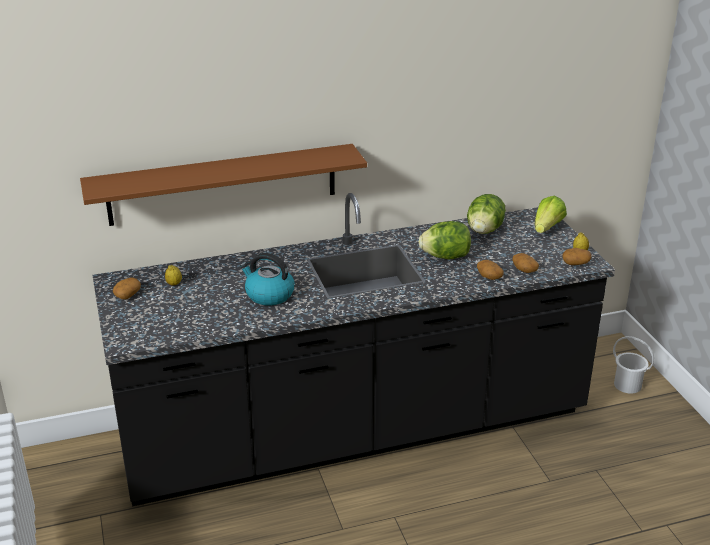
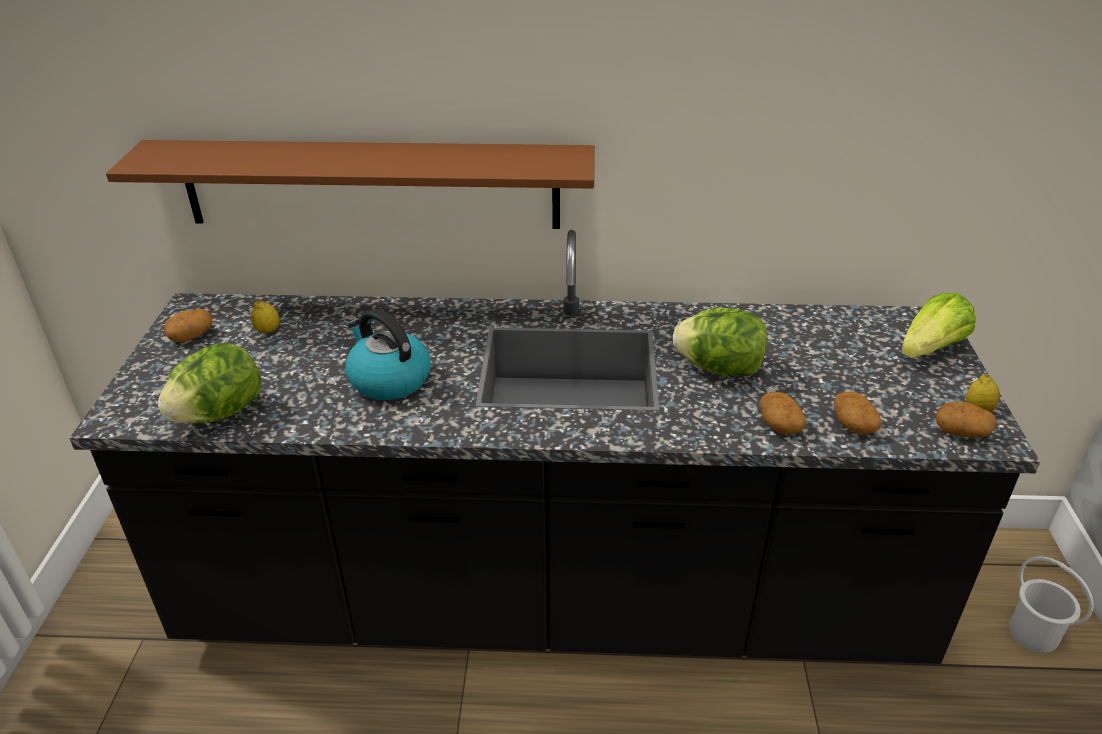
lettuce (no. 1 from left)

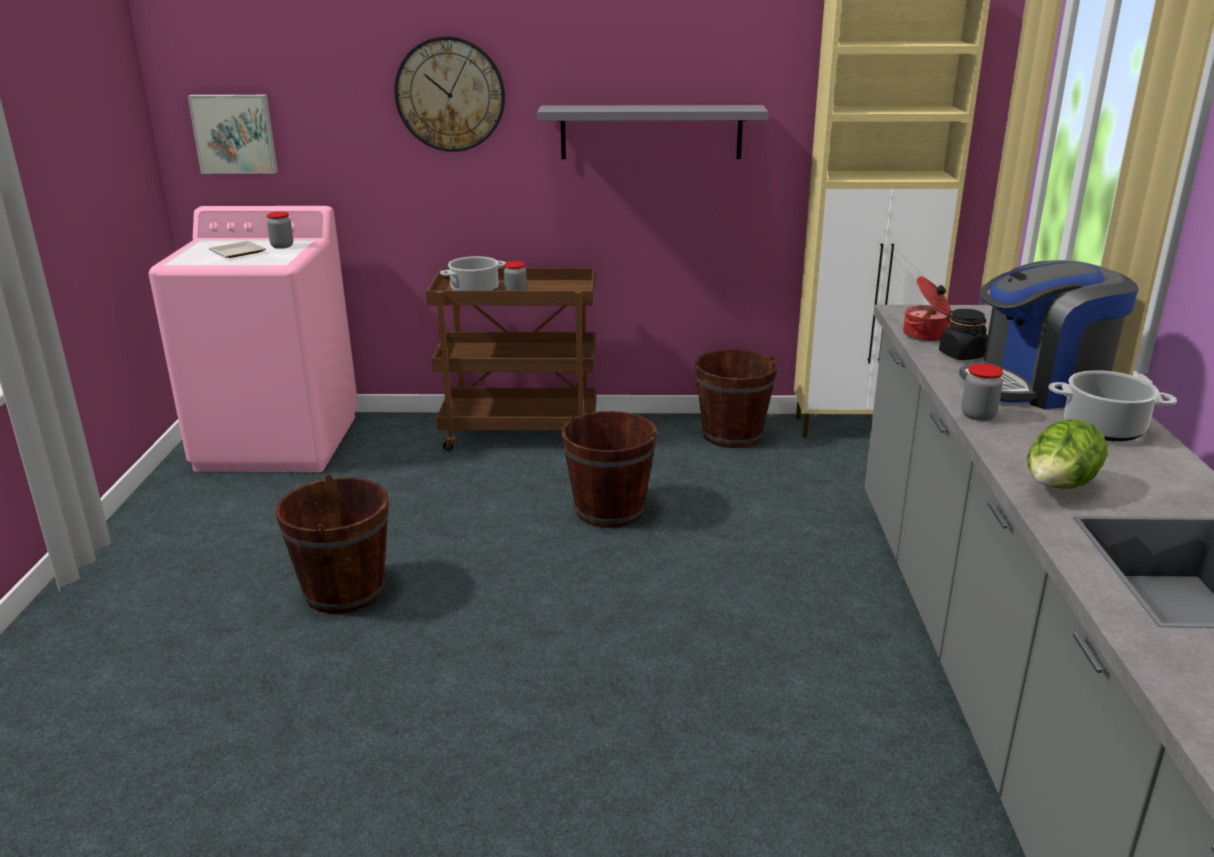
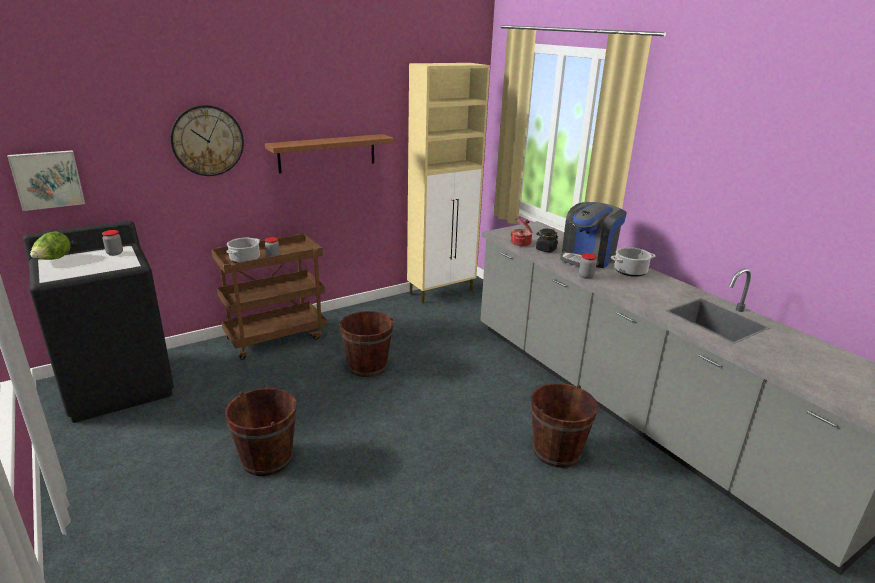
black washing machine; plate; brown shelf; brown bucket (no. 3 from left); lettuce

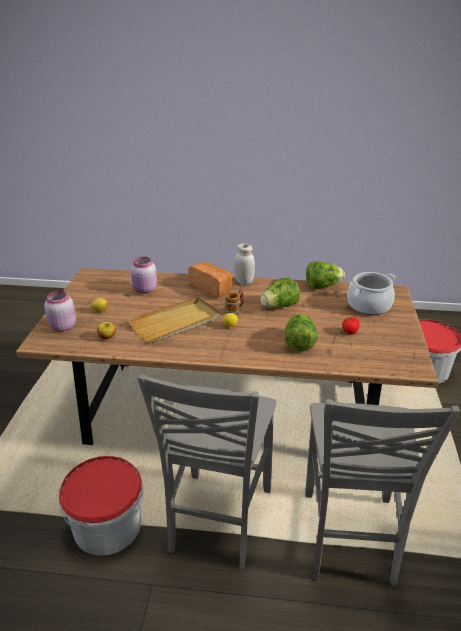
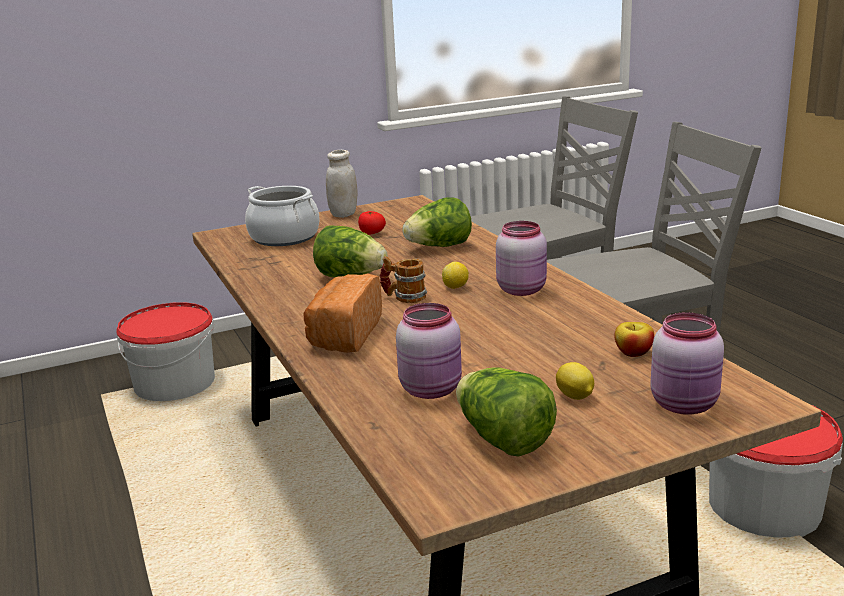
beige tray; white jar; lettuce (no. 3 from left); pink jar (no. 2 from left)

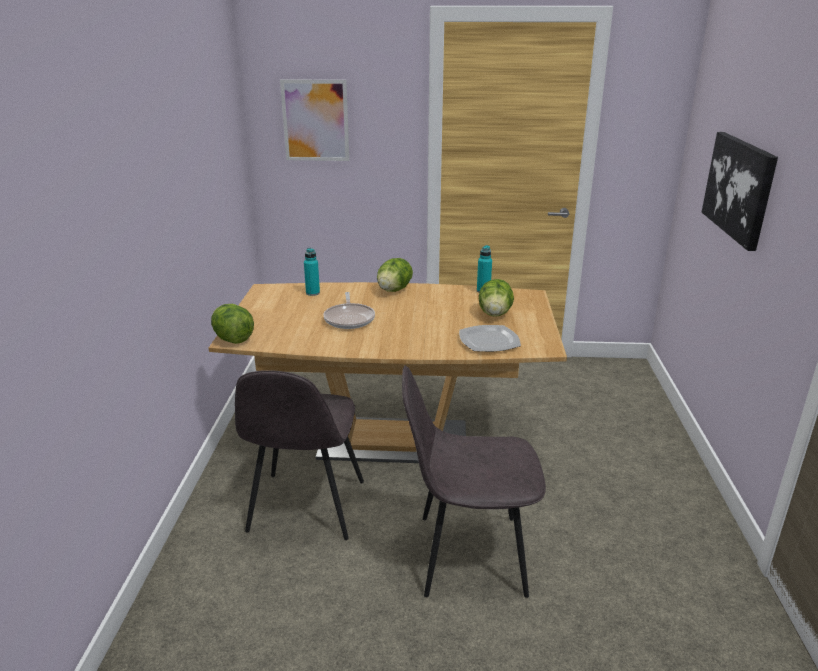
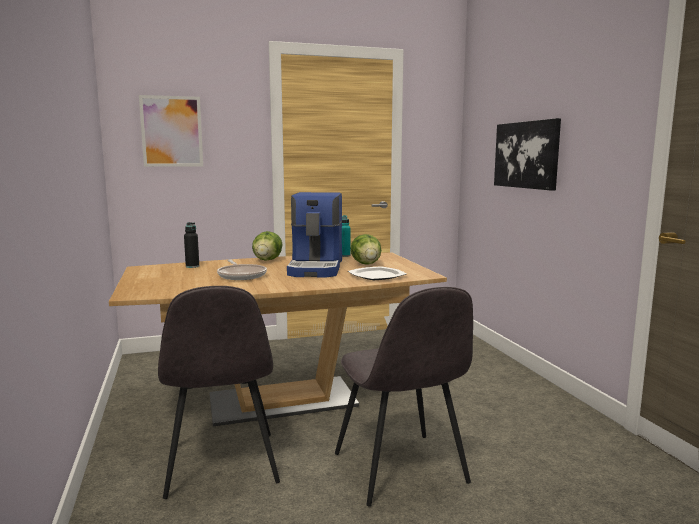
lettuce (no. 1 from left in the first image); black bottle; grey chair (no. 2 from left); coffee machine

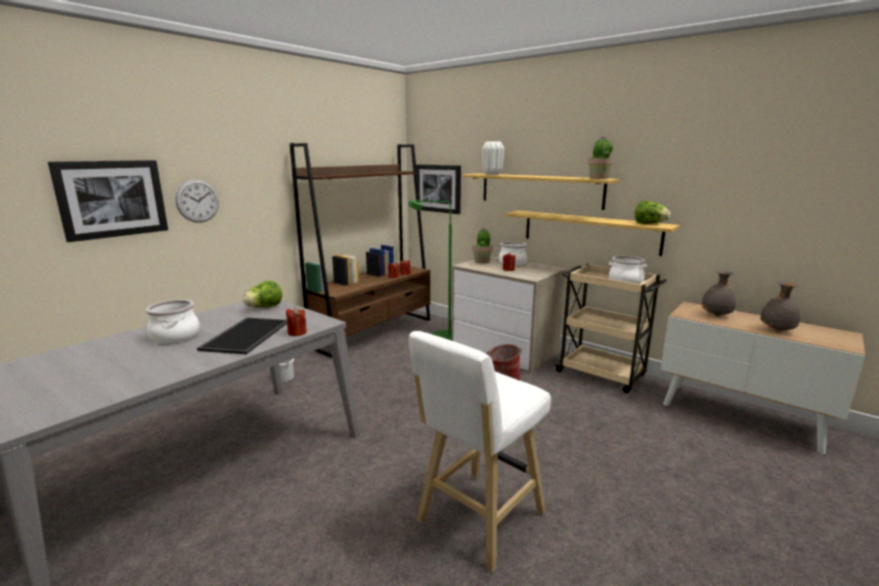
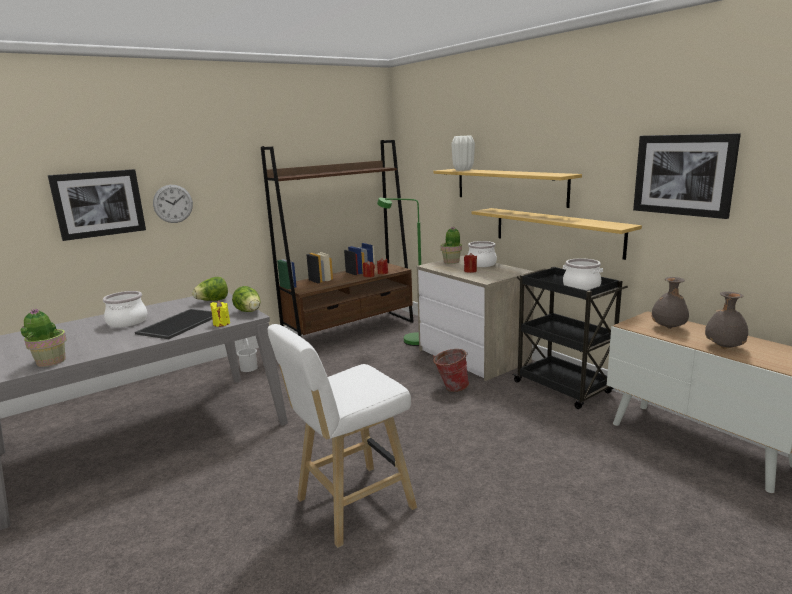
yellow candle; picture (no. 2 from left); black cart; potted plant (no. 1 from left); lettuce (no. 2 from left)

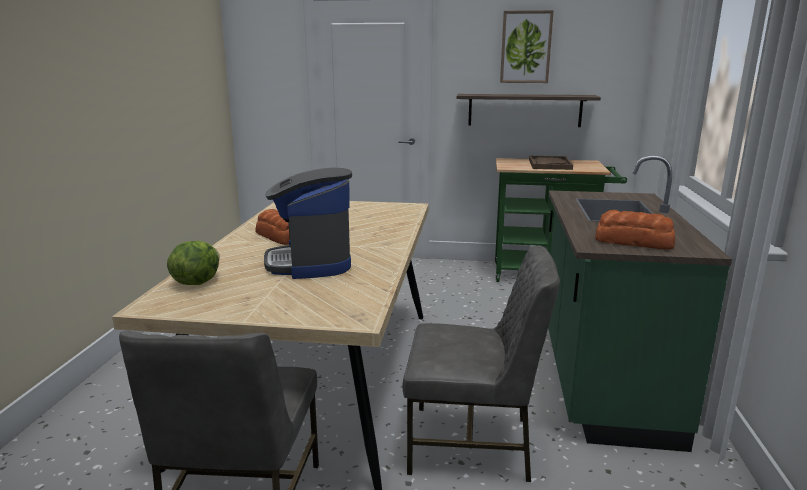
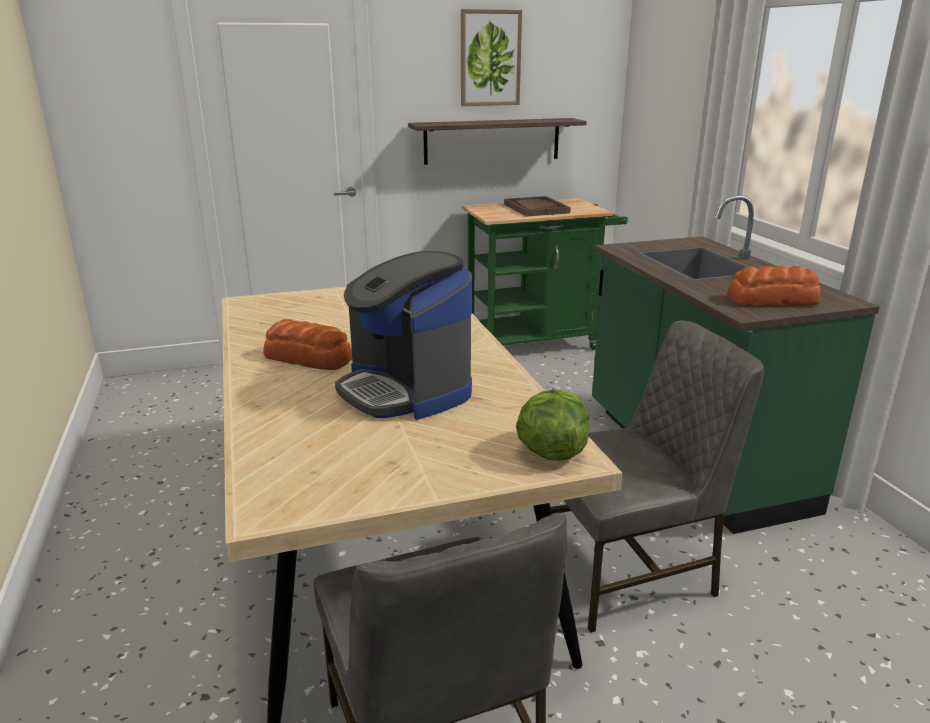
lettuce

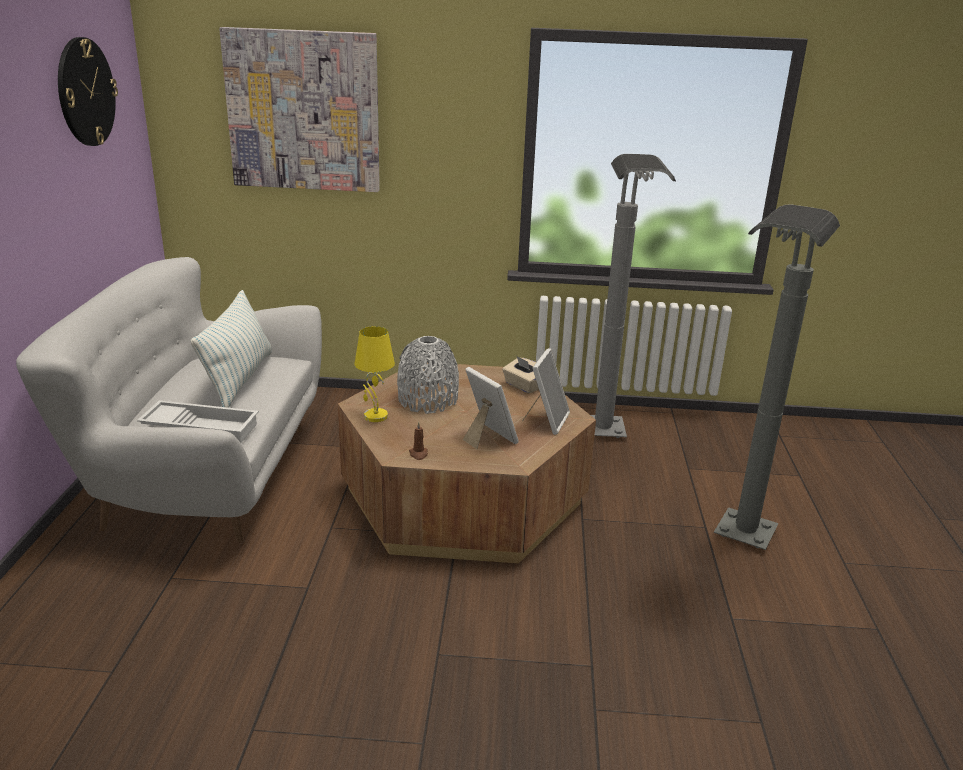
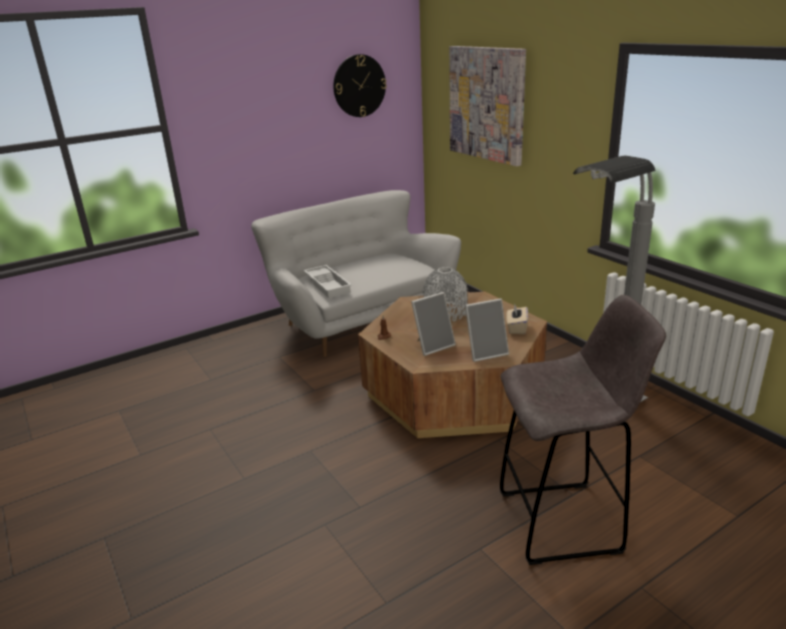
pillow; yellow table lamp; picture frame (no. 1 from left); grey stool

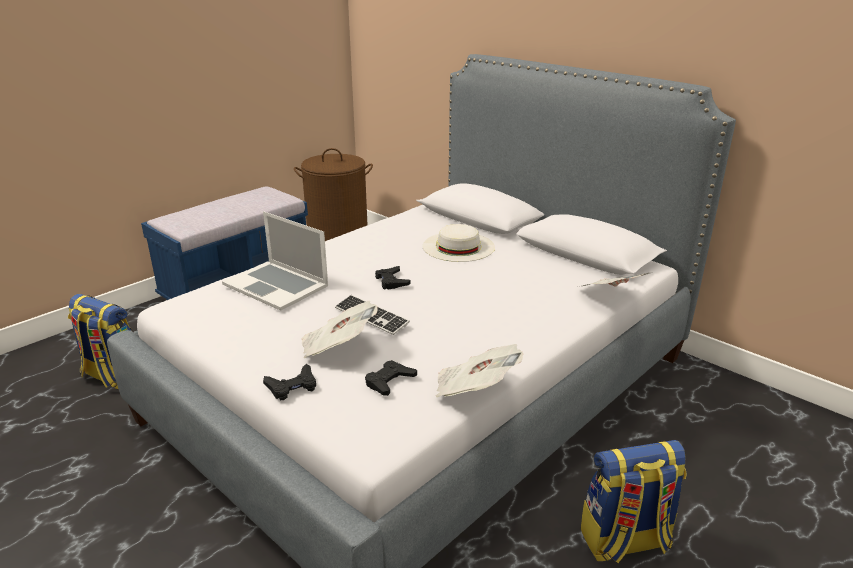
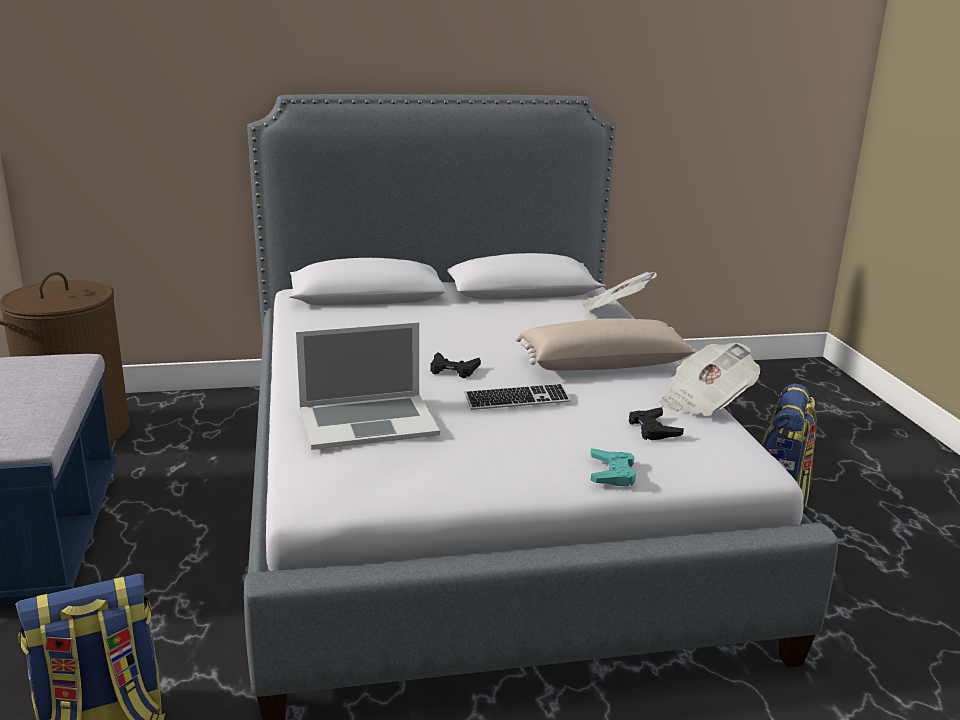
turquoise game controller; newspaper (no. 1 from left in the first image); white hat; beige pillow

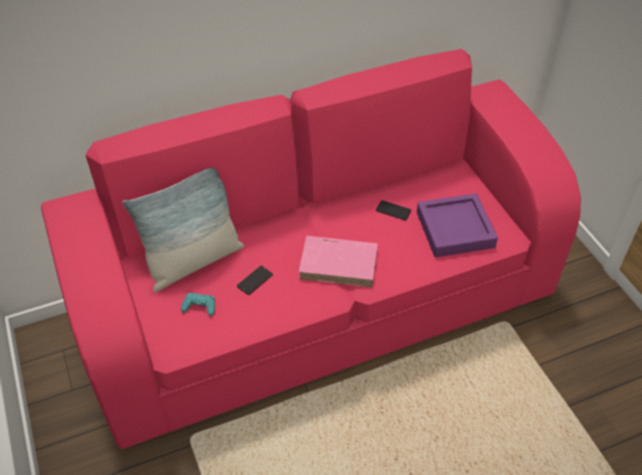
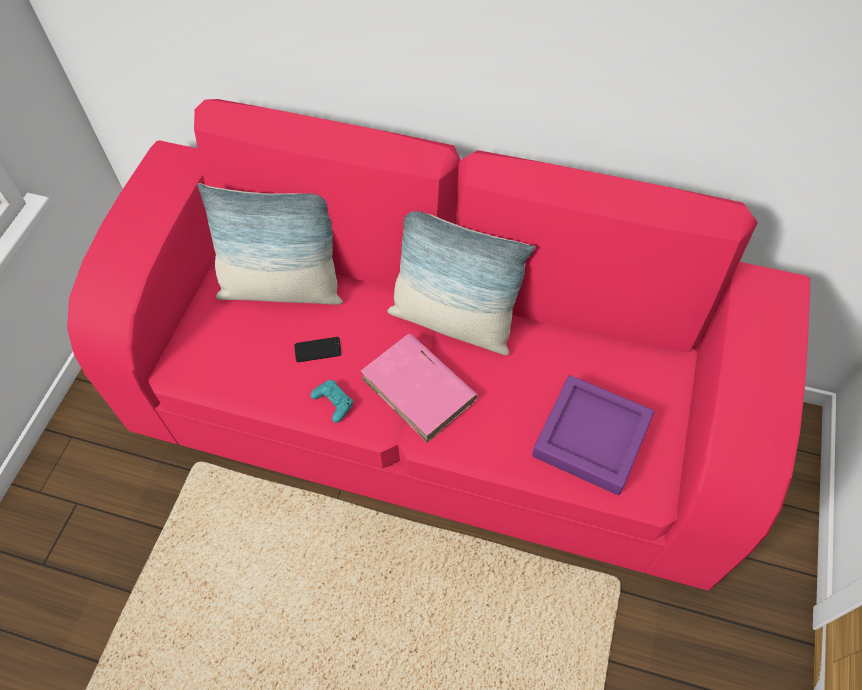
turquoise game controller; phone (no. 2 from left in the first image); pillow (no. 2 from left)

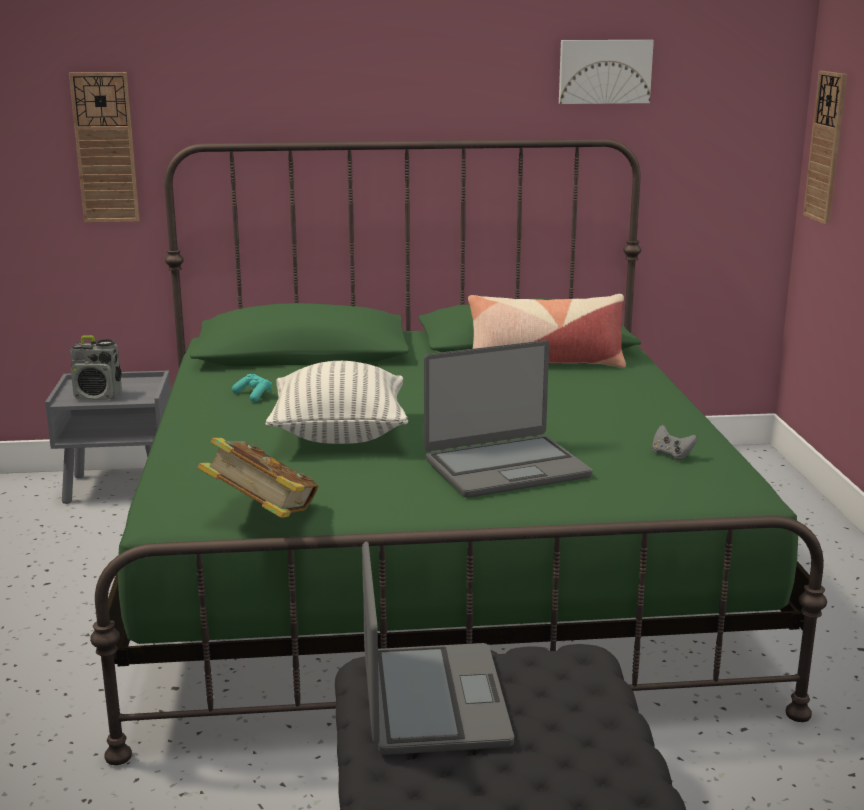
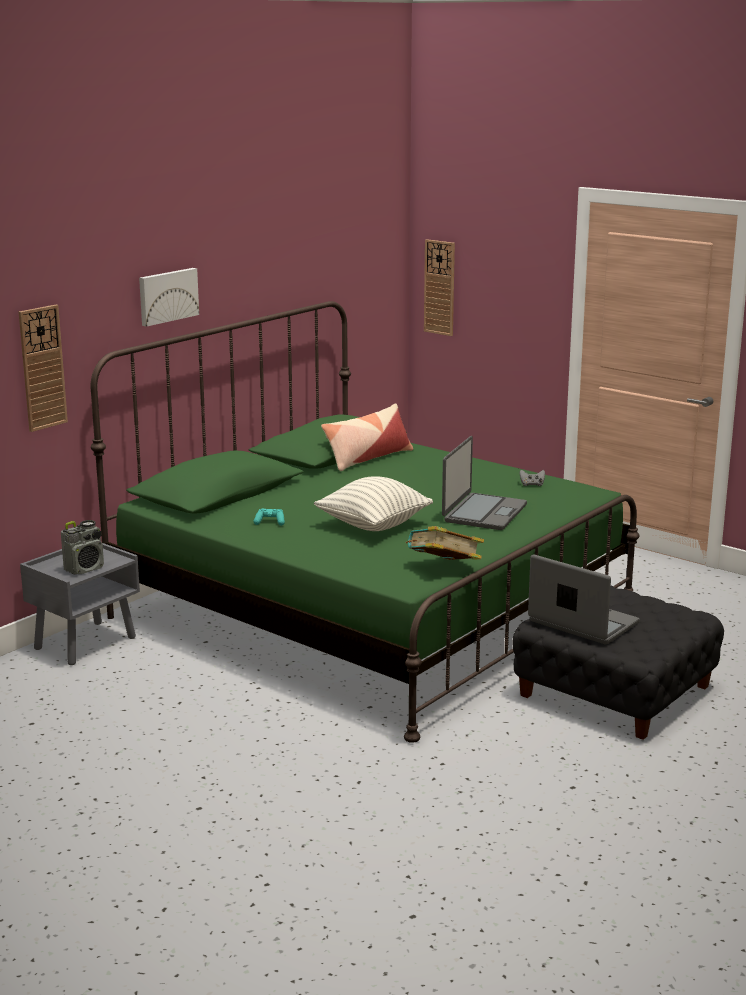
picture

